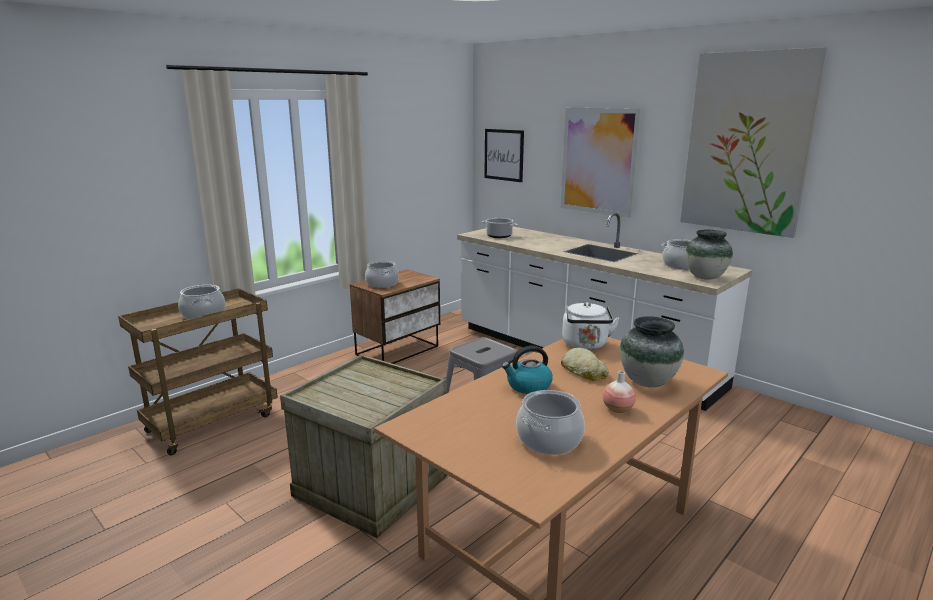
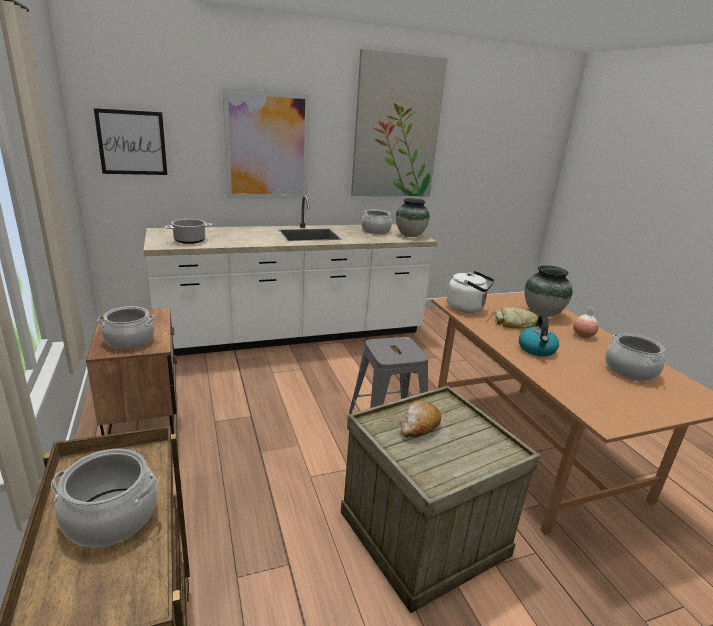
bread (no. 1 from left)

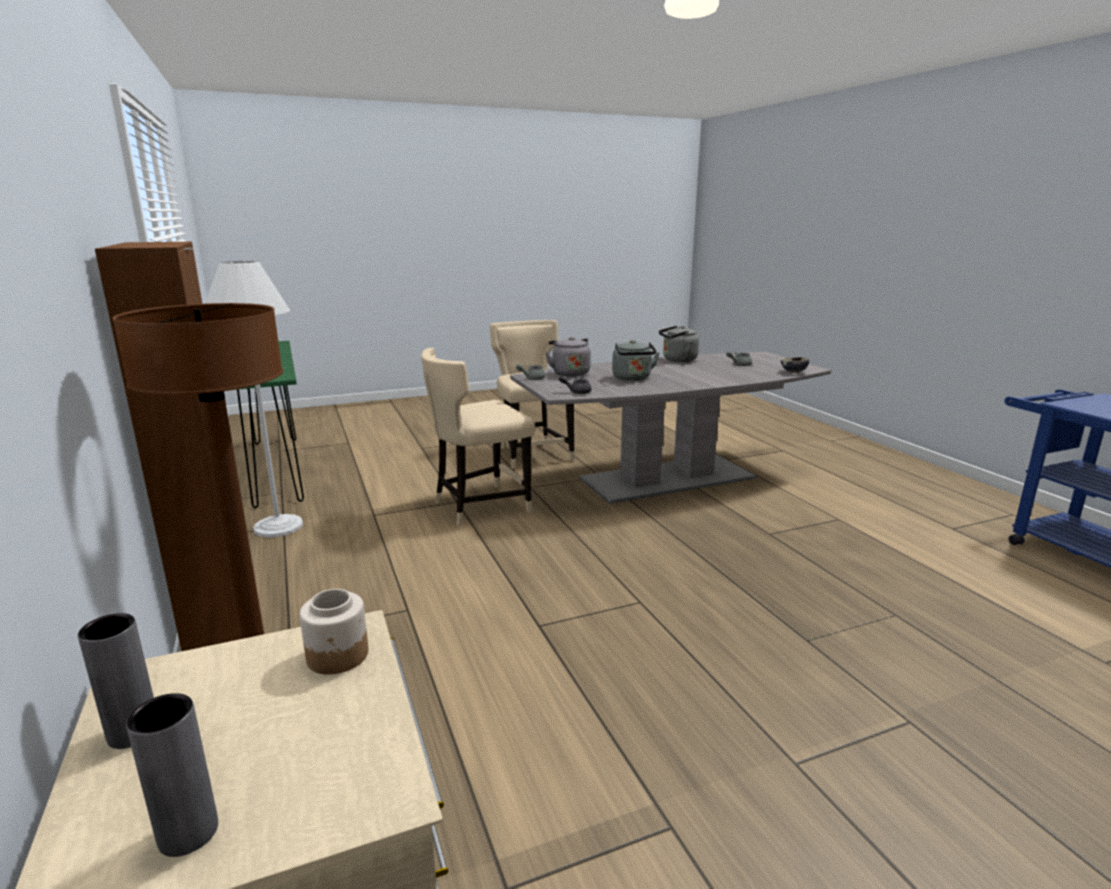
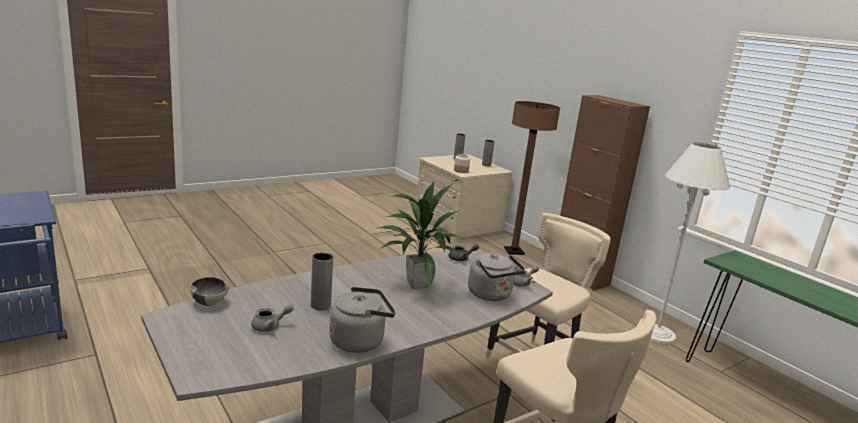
potted plant; grey vase (no. 1 from left)

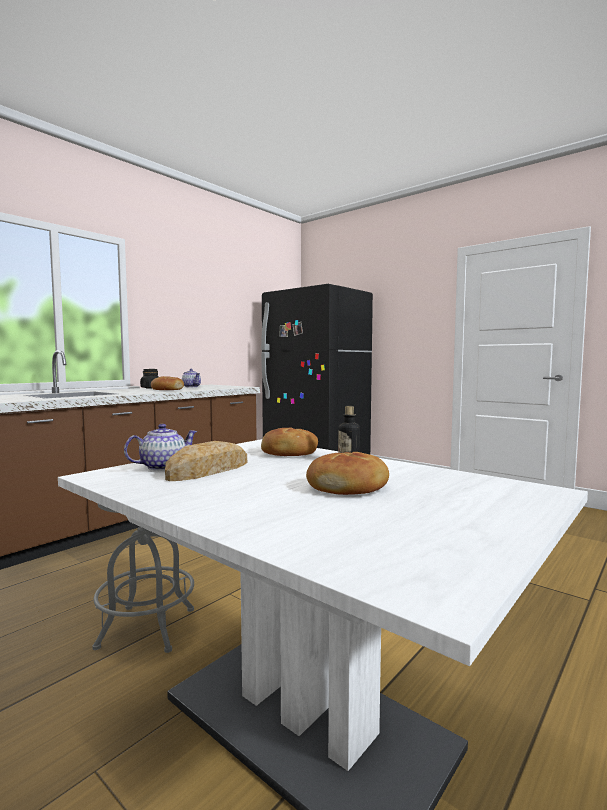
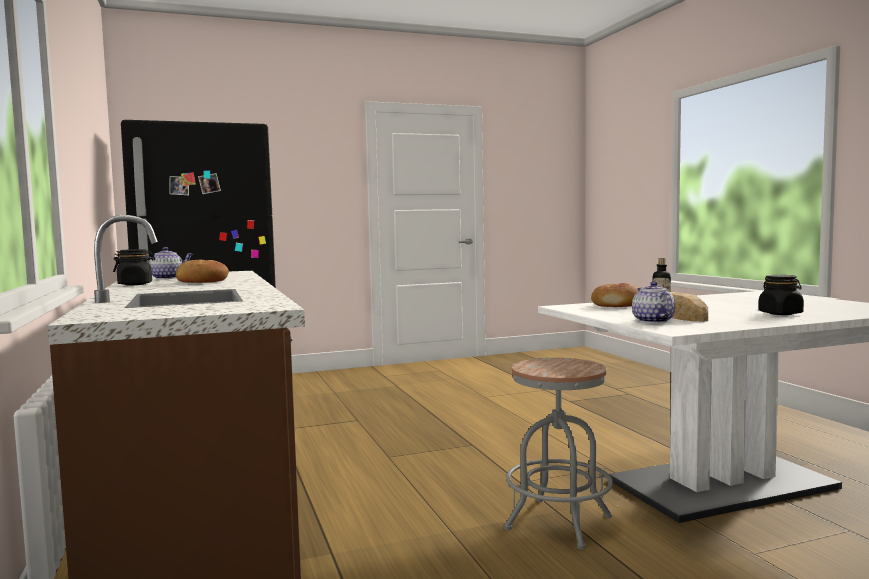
bread (no. 4 from left in the first image); black jar (no. 2 from left)

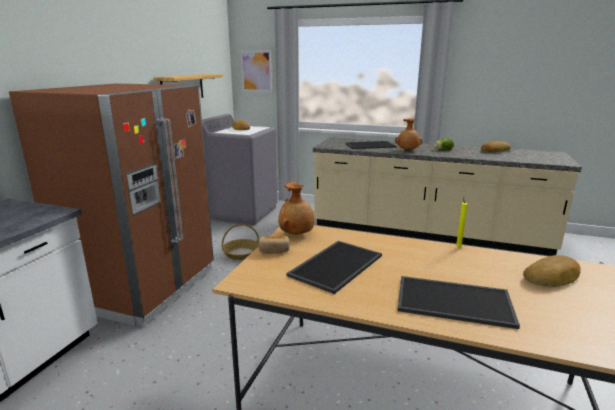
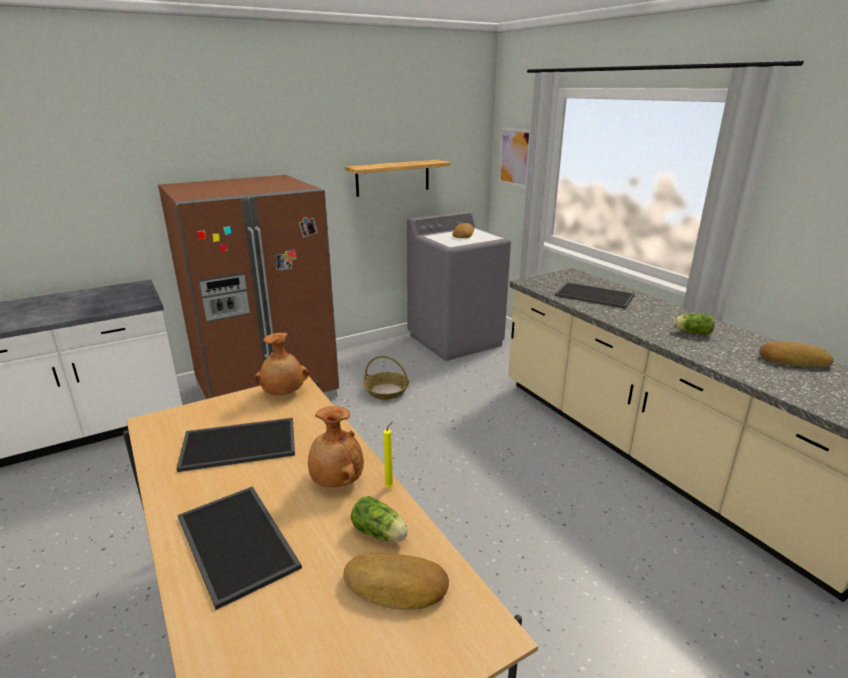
bread (no. 2 from left in the first image); brown vase (no. 2 from left); lettuce (no. 1 from left)

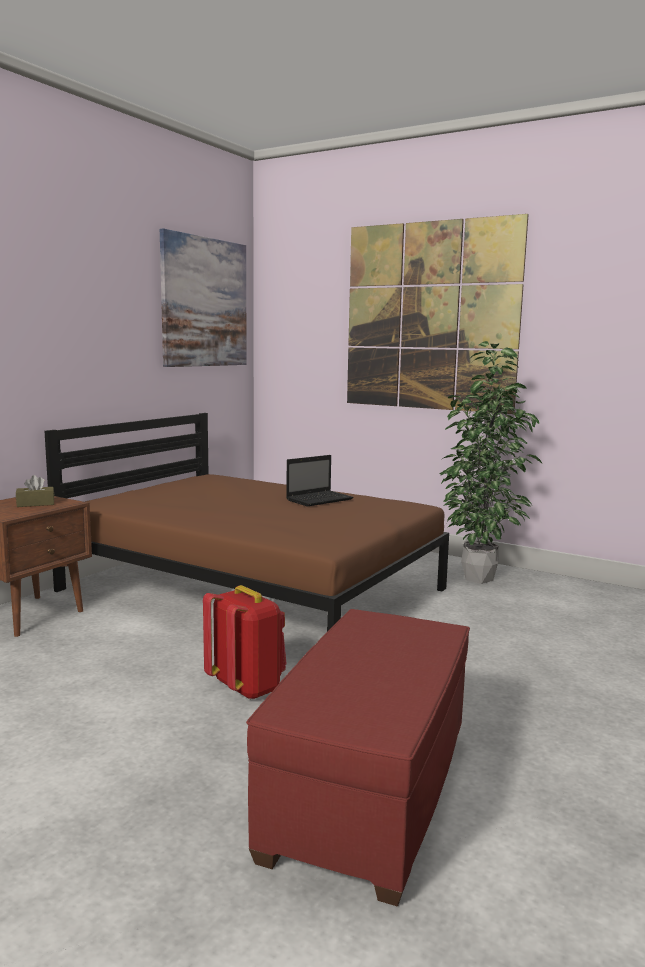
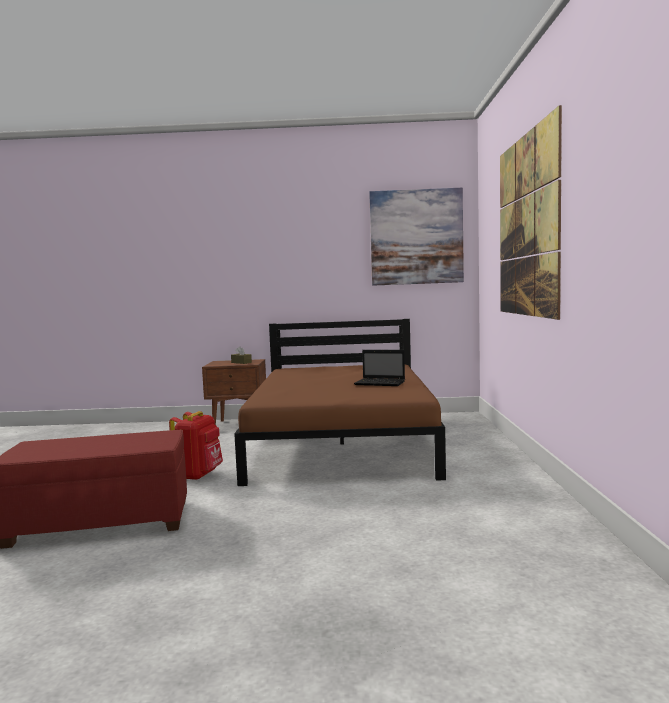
potted plant

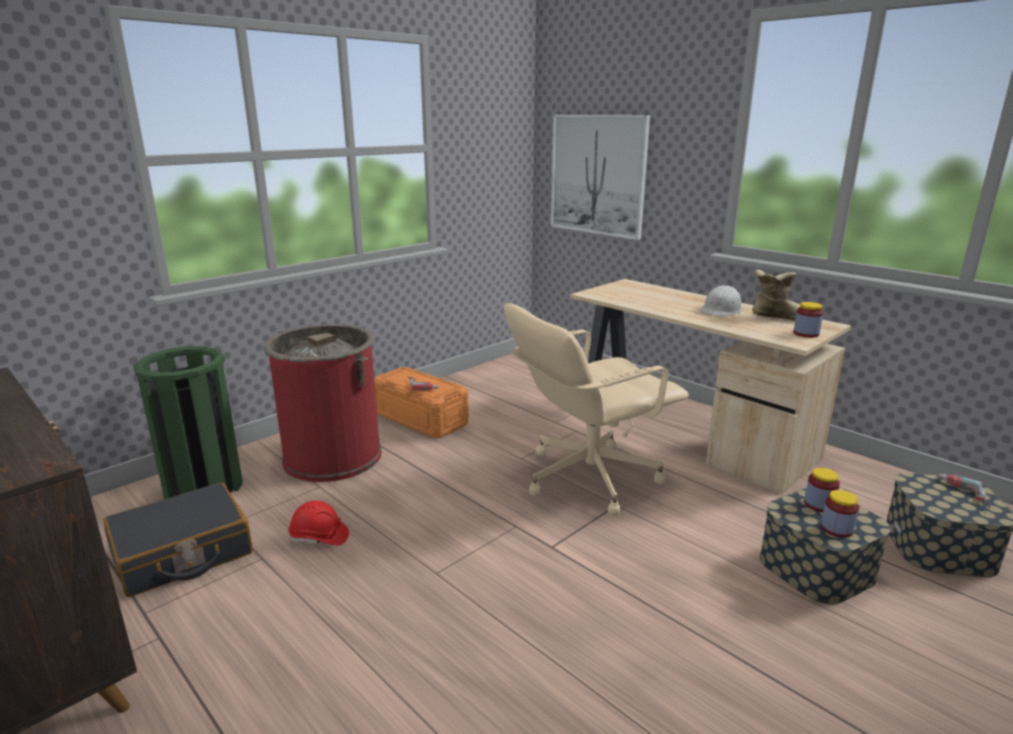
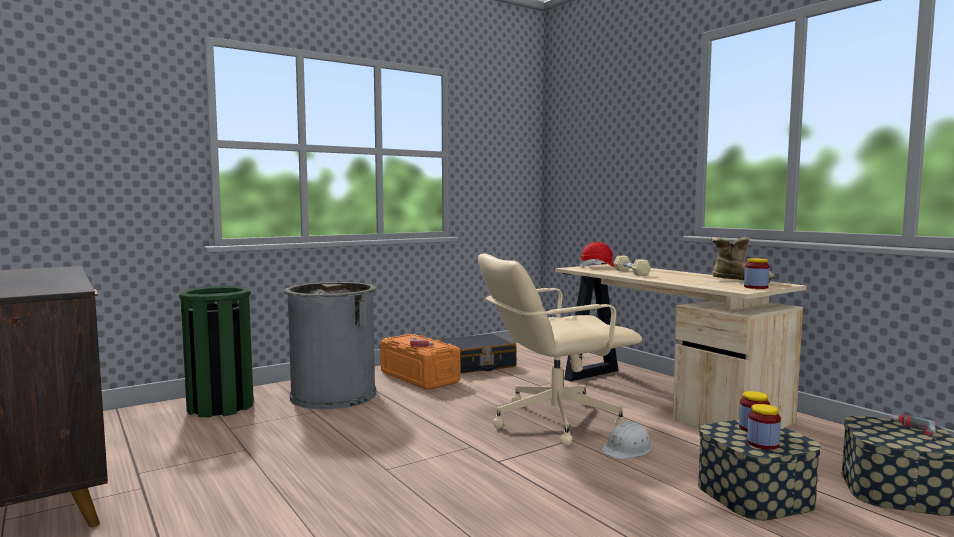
black suitcase; grey trash can; red hard hat; picture; white hard hat; beige dumbbell

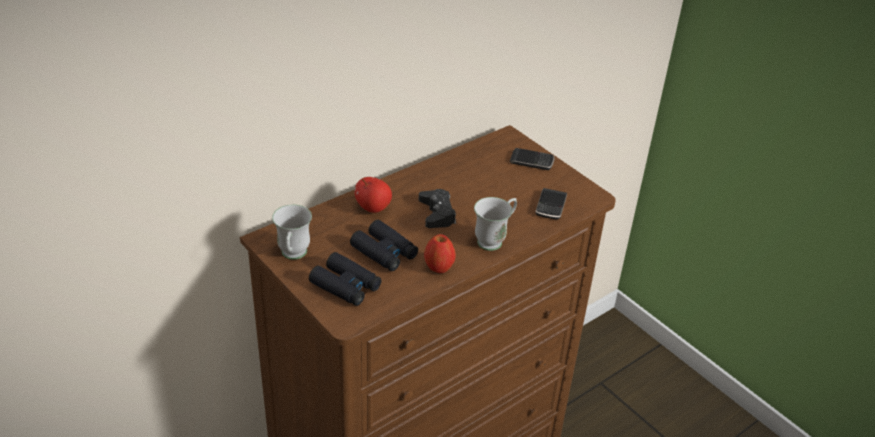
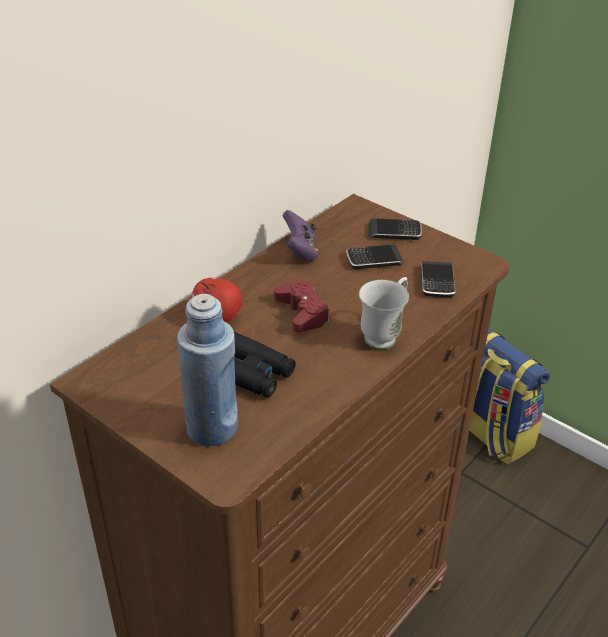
white mug (no. 1 from left in the first image); blue bottle; red game controller; apple (no. 2 from left in the first image); purple game controller; phone (no. 1 from left); backpack

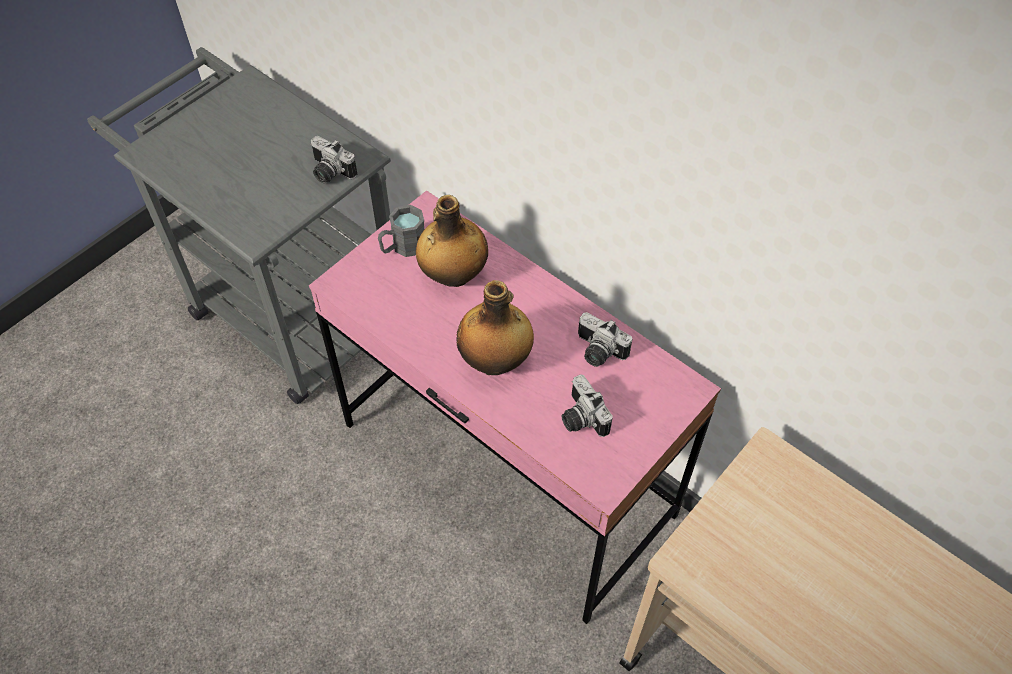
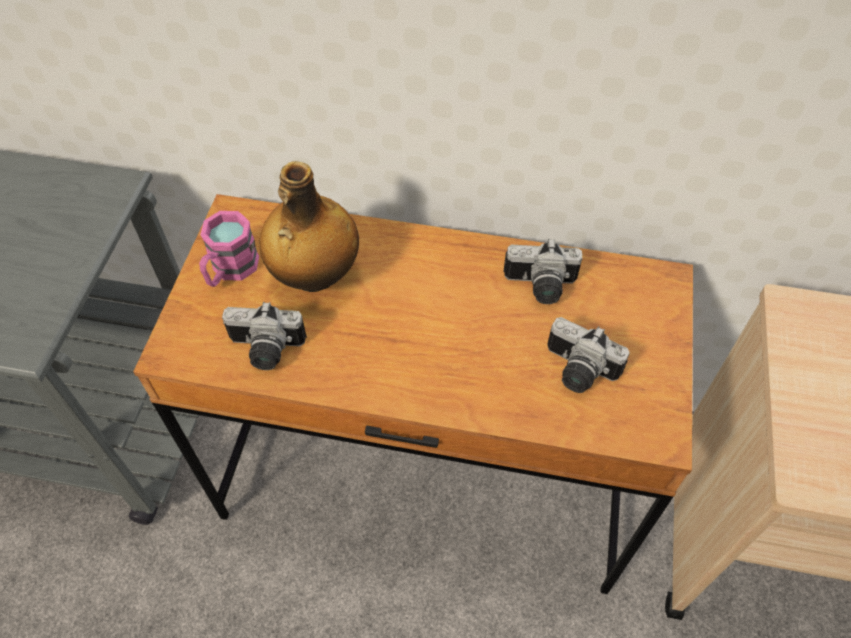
brown desk; photo camera (no. 1 from left); pink mug; bottle (no. 2 from left in the first image)

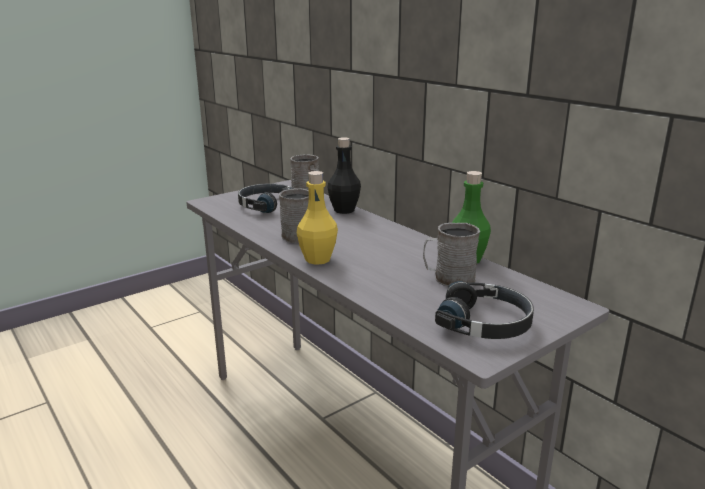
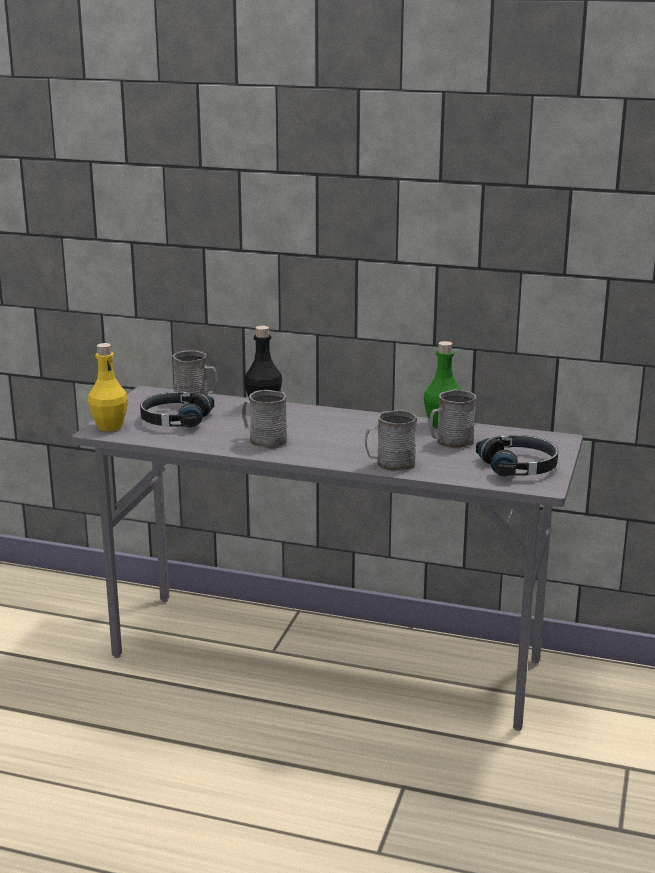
yellow bottle; grey mug (no. 3 from left)

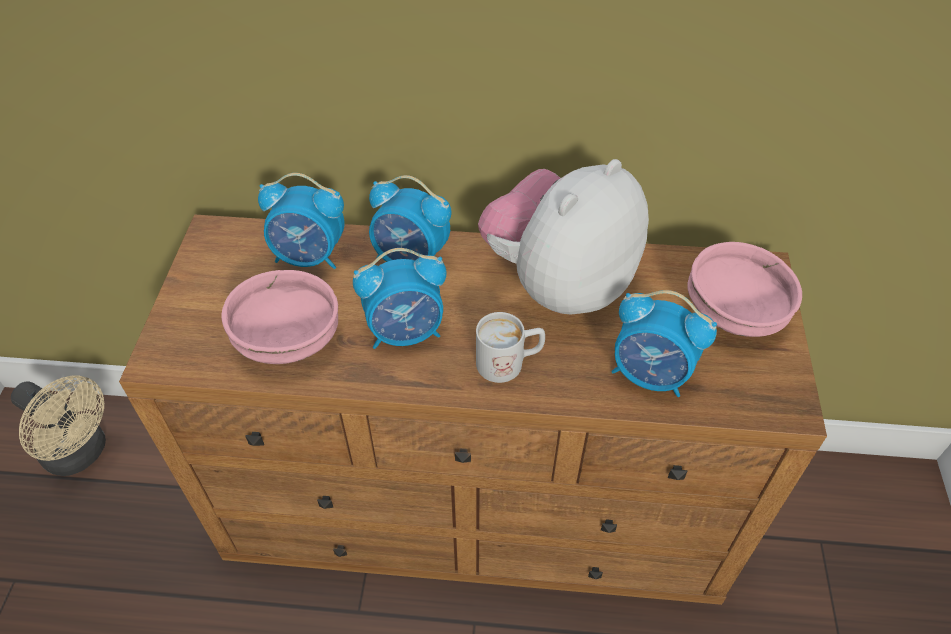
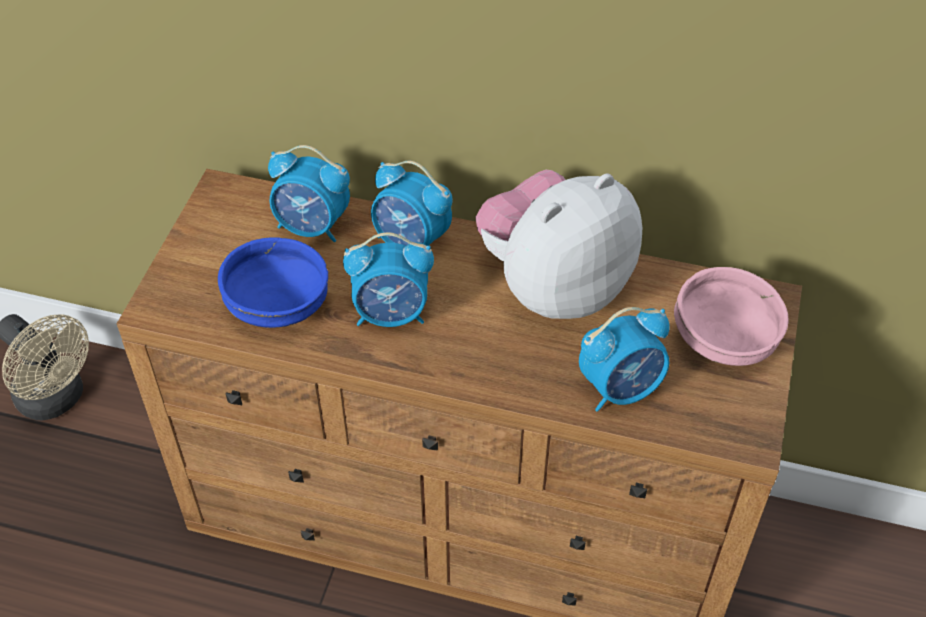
blue bowl; white mug; alarm clock (no. 4 from left)

